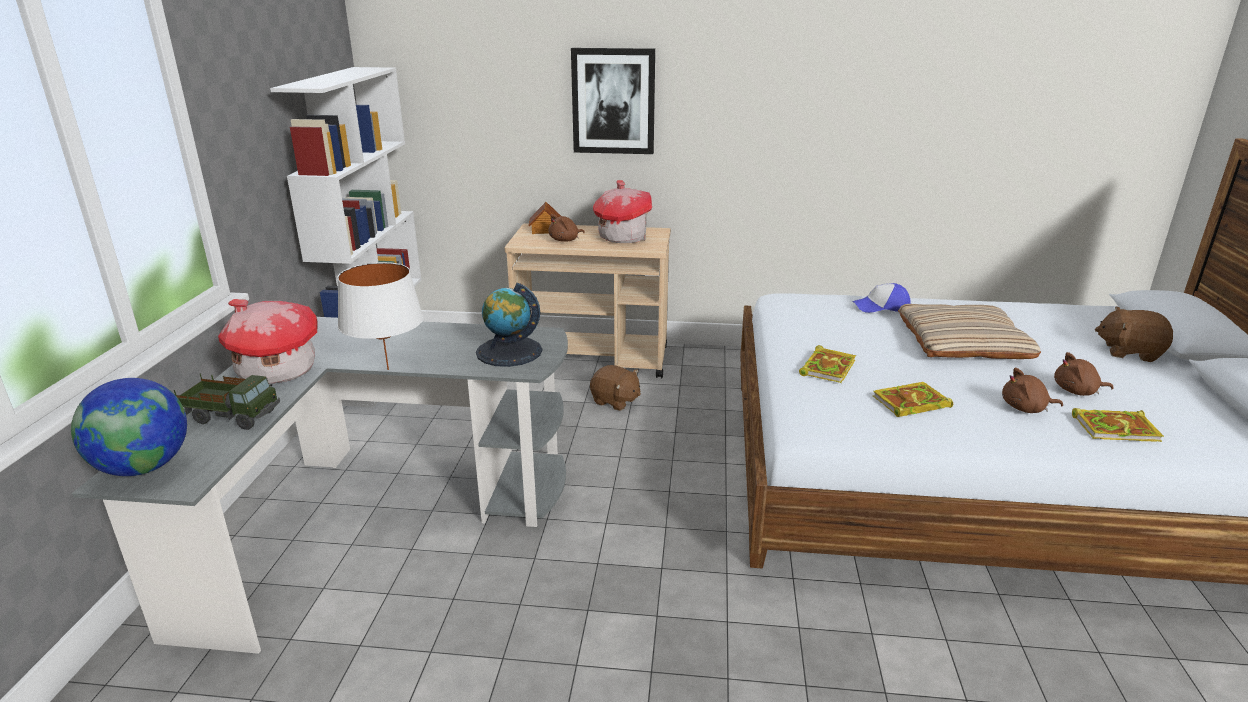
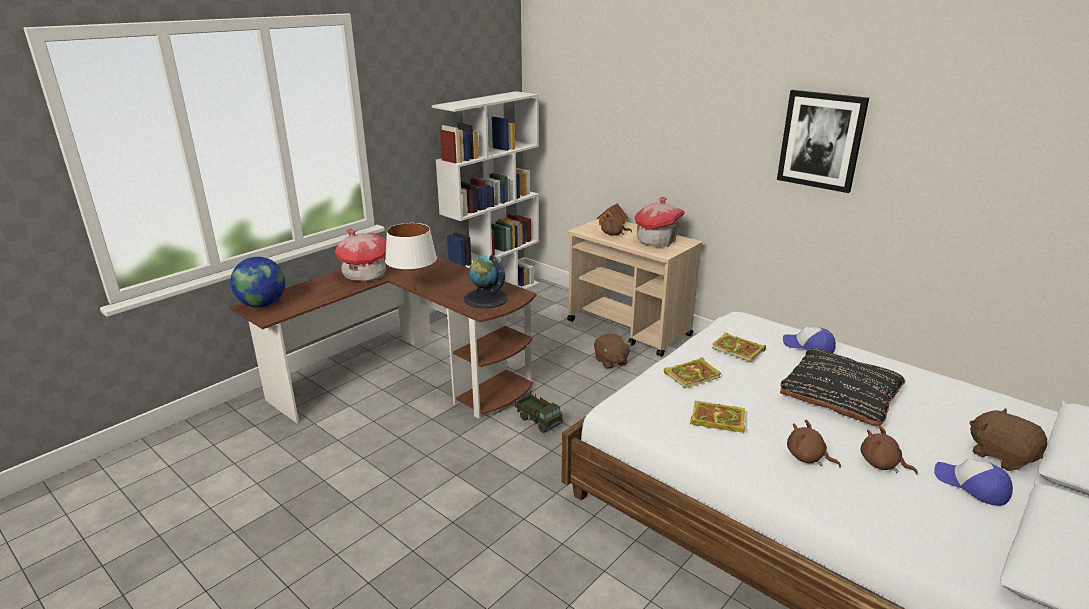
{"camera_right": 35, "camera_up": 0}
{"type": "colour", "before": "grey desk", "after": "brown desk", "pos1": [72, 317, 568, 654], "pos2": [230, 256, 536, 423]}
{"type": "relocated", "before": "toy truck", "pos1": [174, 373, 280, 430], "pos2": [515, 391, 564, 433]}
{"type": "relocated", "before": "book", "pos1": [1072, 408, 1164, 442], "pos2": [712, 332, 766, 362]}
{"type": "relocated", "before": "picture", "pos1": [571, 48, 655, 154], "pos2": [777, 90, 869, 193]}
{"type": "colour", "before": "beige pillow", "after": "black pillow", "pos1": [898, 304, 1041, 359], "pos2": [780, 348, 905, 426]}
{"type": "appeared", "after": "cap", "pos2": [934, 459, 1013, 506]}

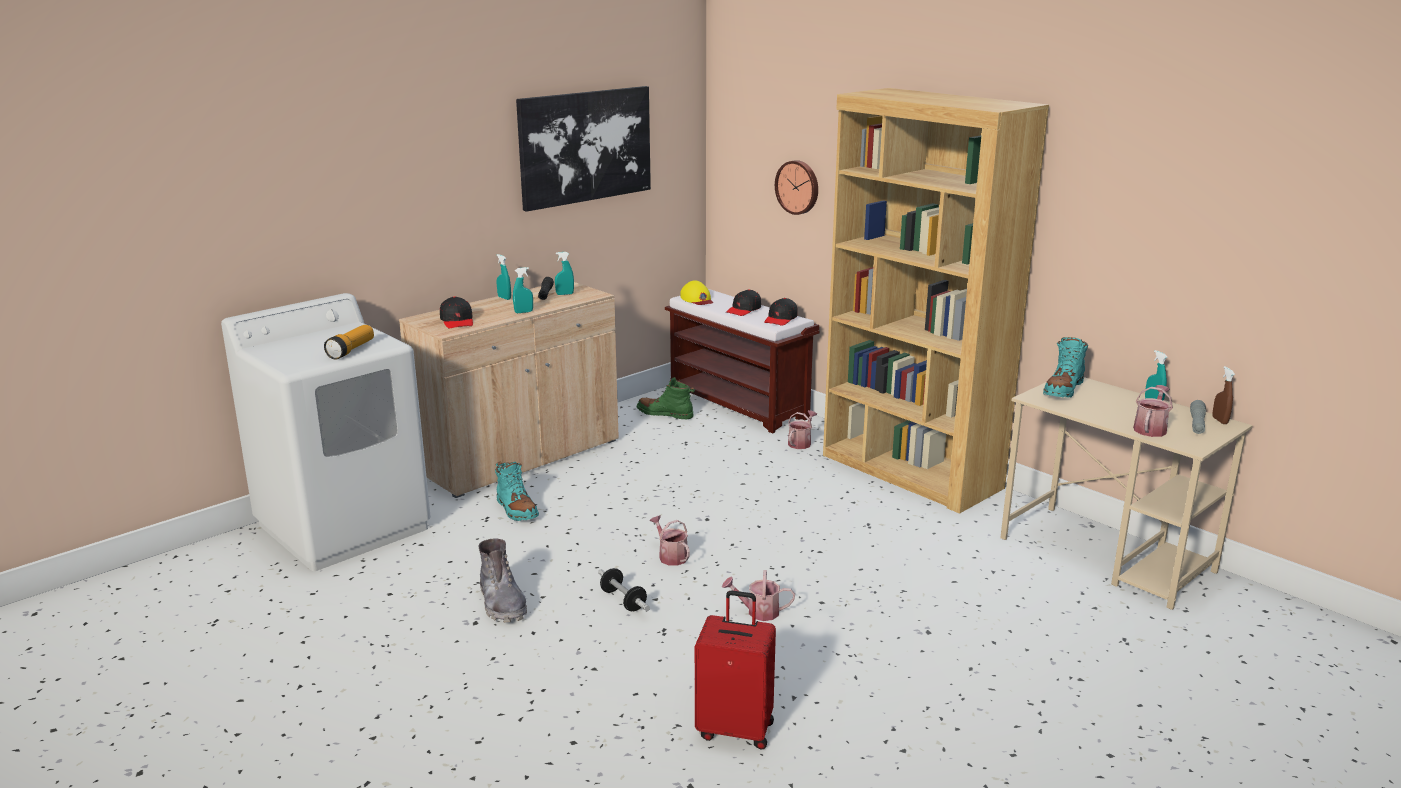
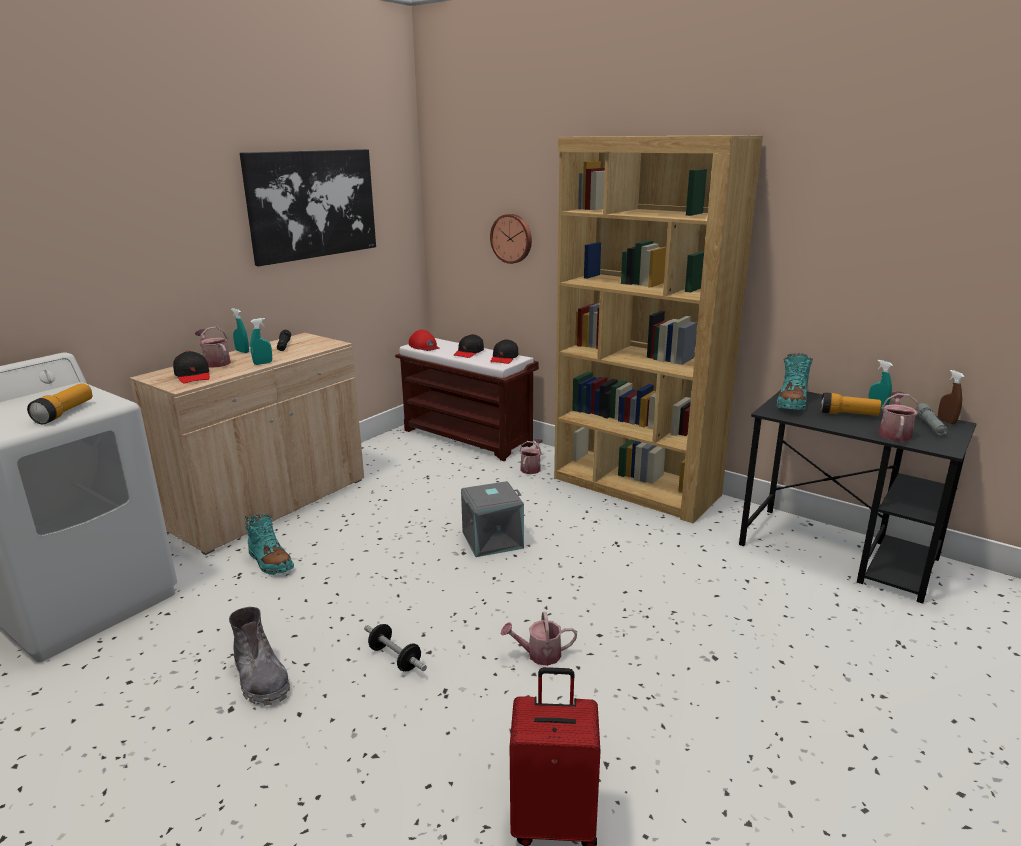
{"camera_right": -10, "camera_up": 0}
{"type": "relocated", "before": "watering can", "pos1": [650, 515, 690, 566], "pos2": [195, 326, 231, 368]}
{"type": "colour", "before": "yellow cap", "after": "red cap", "pos1": [680, 280, 713, 305], "pos2": [409, 330, 440, 351]}
{"type": "appeared", "after": "grey storage box", "pos2": [461, 481, 524, 557]}
{"type": "colour", "before": "beige desk", "after": "black desk", "pos1": [1000, 377, 1253, 610], "pos2": [739, 389, 977, 604]}
{"type": "appeared", "after": "flashlight", "pos2": [821, 392, 881, 416]}
{"type": "missing", "before": "turquoise spray bottle", "pos1": [555, 252, 574, 295]}
{"type": "missing", "before": "green boot", "pos1": [637, 377, 695, 419]}

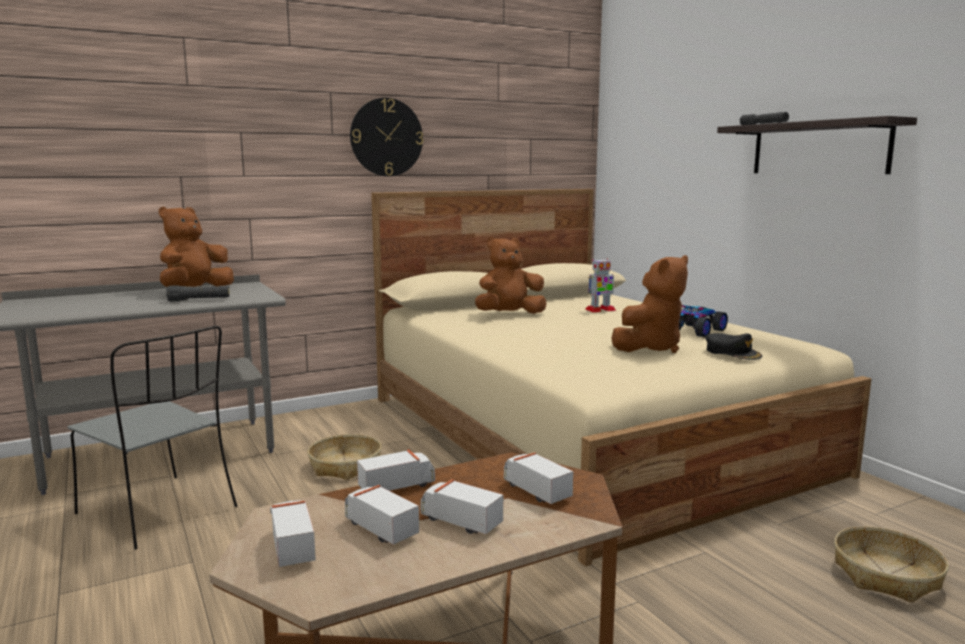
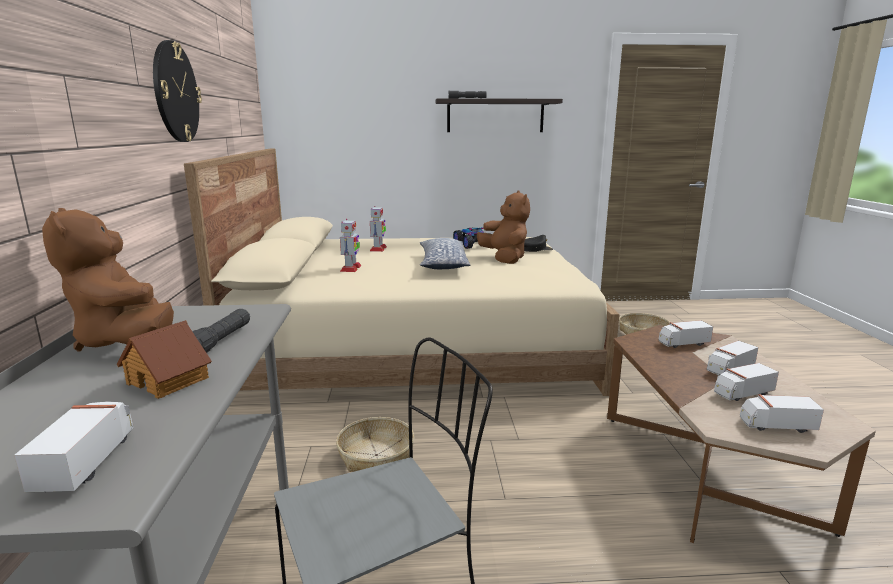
{"camera_right": -65, "camera_up": 5}
{"type": "relocated", "before": "toy truck", "pos1": [357, 450, 435, 491], "pos2": [14, 401, 134, 492]}
{"type": "appeared", "after": "toy house", "pos2": [117, 320, 212, 399]}
{"type": "exchanged", "before": "brown plush toy", "after": "toy robot", "pos1": [475, 237, 547, 314], "pos2": [340, 219, 361, 272]}
{"type": "appeared", "after": "pillow", "pos2": [420, 238, 471, 269]}

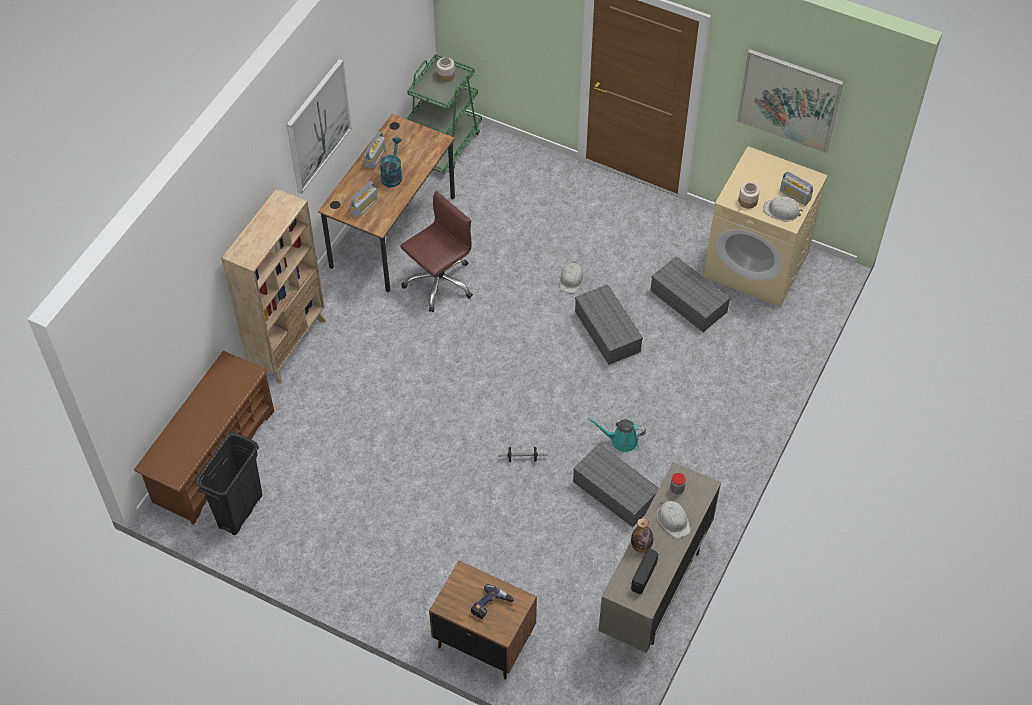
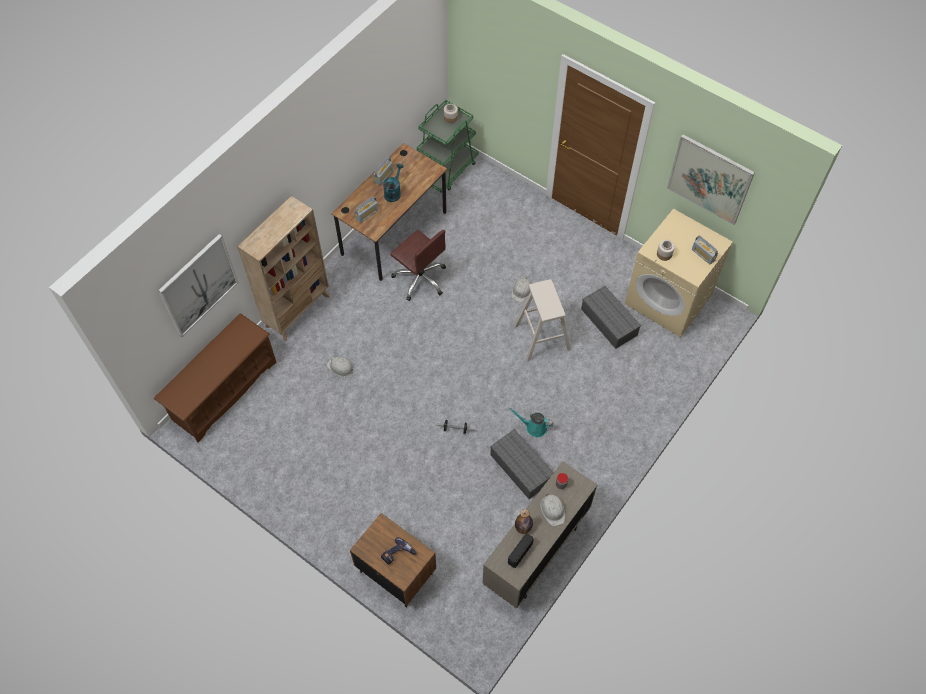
{"camera_right": 10, "camera_up": 5}
{"type": "relocated", "before": "picture", "pos1": [287, 59, 352, 193], "pos2": [158, 234, 238, 337]}
{"type": "relocated", "before": "white hard hat", "pos1": [763, 196, 803, 221], "pos2": [326, 357, 354, 377]}
{"type": "spun", "before": "brown office chair", "pos1": [400, 191, 473, 312], "pos2": [390, 230, 446, 301], "turn": 75}
{"type": "exchanged", "before": "grey storage box", "after": "beige stool", "pos1": [575, 284, 643, 365], "pos2": [514, 279, 571, 361]}
{"type": "missing", "before": "black trash can", "pos1": [195, 432, 263, 535]}

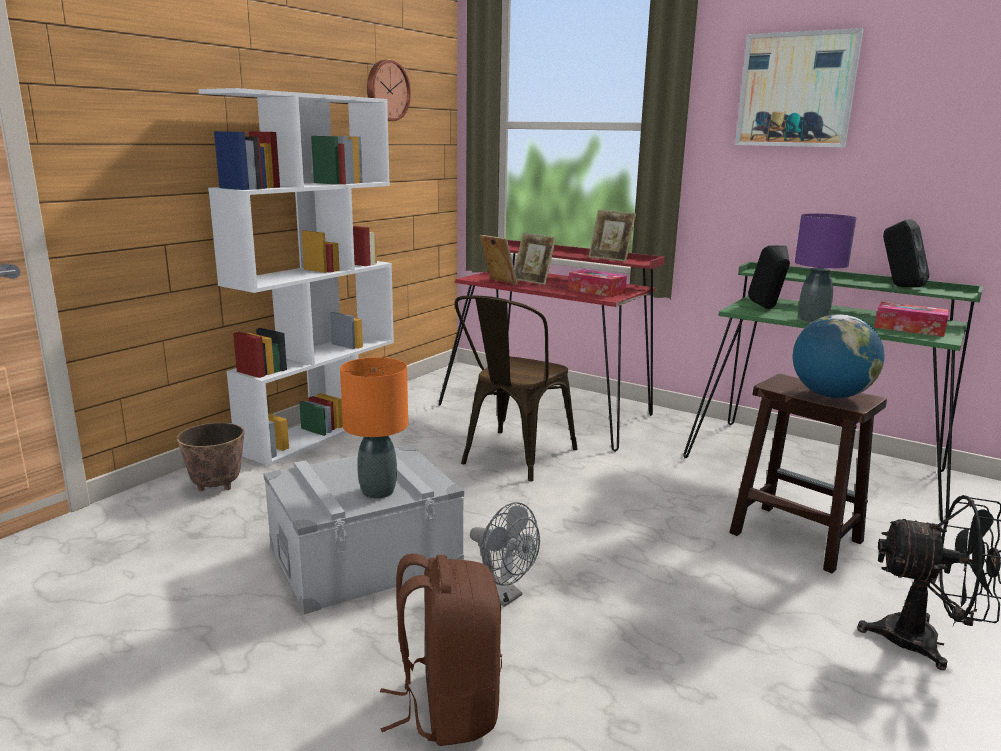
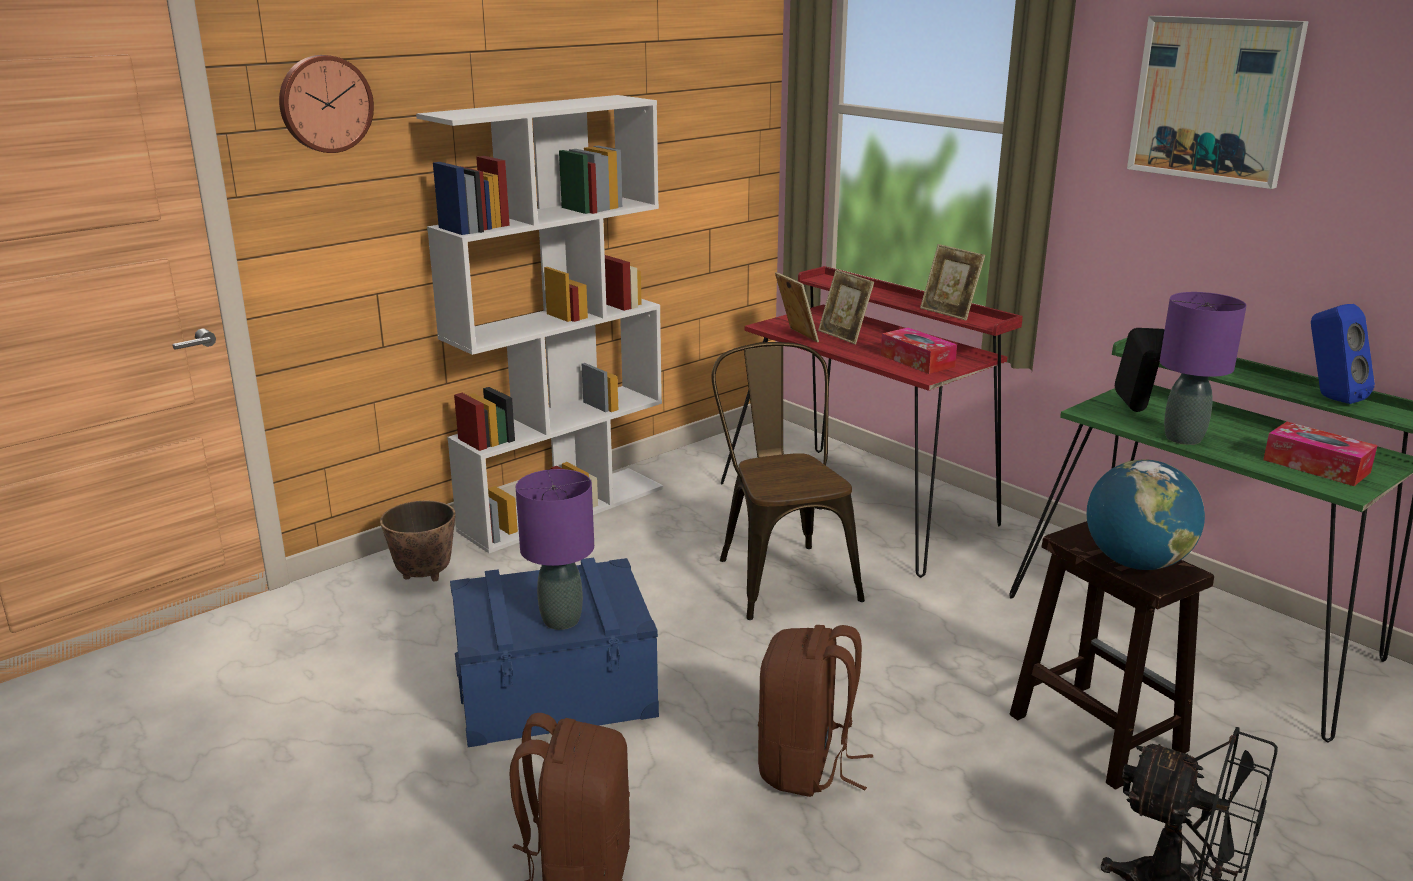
{"camera_right": 15, "camera_up": 5}
{"type": "relocated", "before": "wall clock", "pos1": [367, 60, 411, 121], "pos2": [279, 55, 374, 153]}
{"type": "colour", "before": "grey storage box", "after": "blue storage box", "pos1": [263, 445, 464, 614], "pos2": [450, 558, 659, 747]}
{"type": "colour", "before": "orange table lamp", "after": "purple table lamp", "pos1": [340, 357, 408, 499], "pos2": [516, 469, 594, 630]}
{"type": "spun", "before": "brown chair", "pos1": [455, 295, 578, 482], "pos2": [712, 342, 865, 620], "turn": 120}
{"type": "appeared", "after": "brown backpack", "pos2": [758, 625, 873, 797]}
{"type": "colour", "before": "black speaker", "after": "blue speaker", "pos1": [883, 219, 930, 287], "pos2": [1311, 304, 1375, 404]}
{"type": "missing", "before": "grey fan", "pos1": [470, 502, 540, 607]}

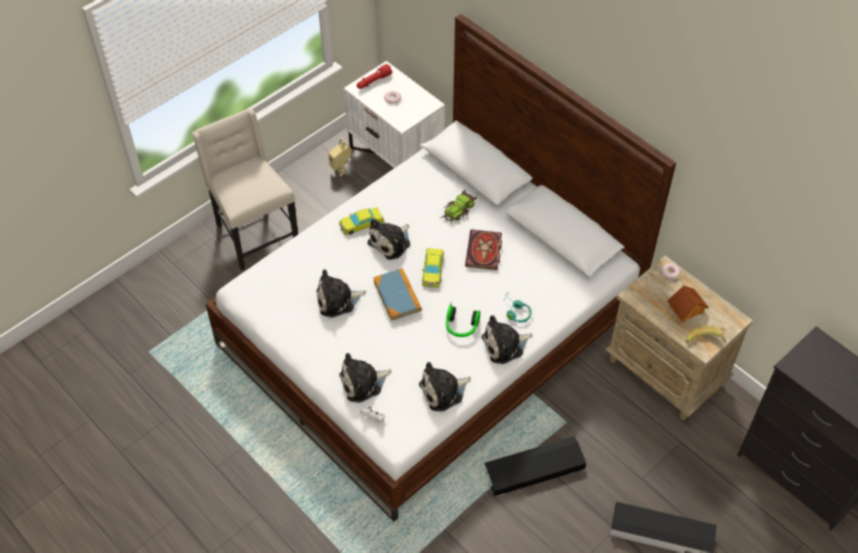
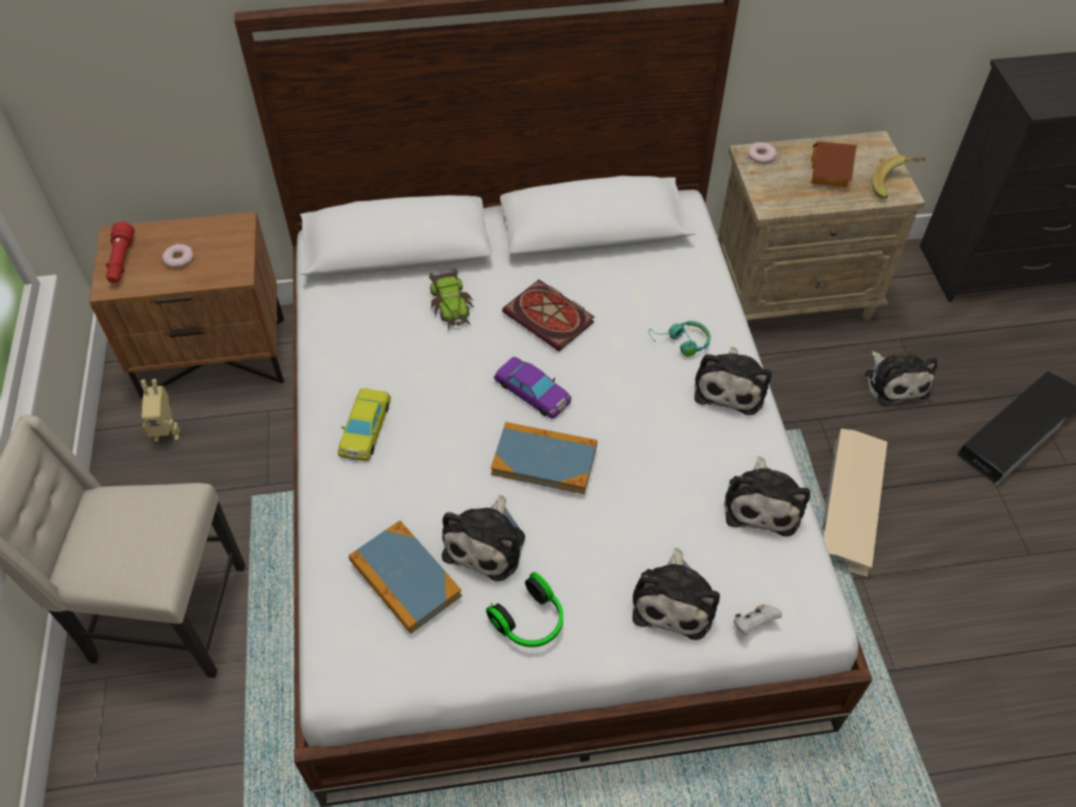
{"camera_right": -55, "camera_up": 0}
{"type": "colour", "before": "white nightstand", "after": "brown nightstand", "pos1": [344, 61, 445, 168], "pos2": [89, 212, 284, 399]}
{"type": "appeared", "after": "book", "pos2": [349, 521, 462, 634]}
{"type": "relocated", "before": "headphones", "pos1": [446, 305, 480, 337], "pos2": [486, 572, 563, 647]}
{"type": "colour", "before": "yellow toy car", "after": "purple toy car", "pos1": [422, 248, 444, 287], "pos2": [494, 357, 571, 419]}
{"type": "colour", "before": "black storage box", "after": "beige storage box", "pos1": [484, 436, 586, 497], "pos2": [822, 429, 887, 577]}
{"type": "relocated", "before": "plush toy", "pos1": [367, 219, 410, 260], "pos2": [865, 351, 937, 406]}

